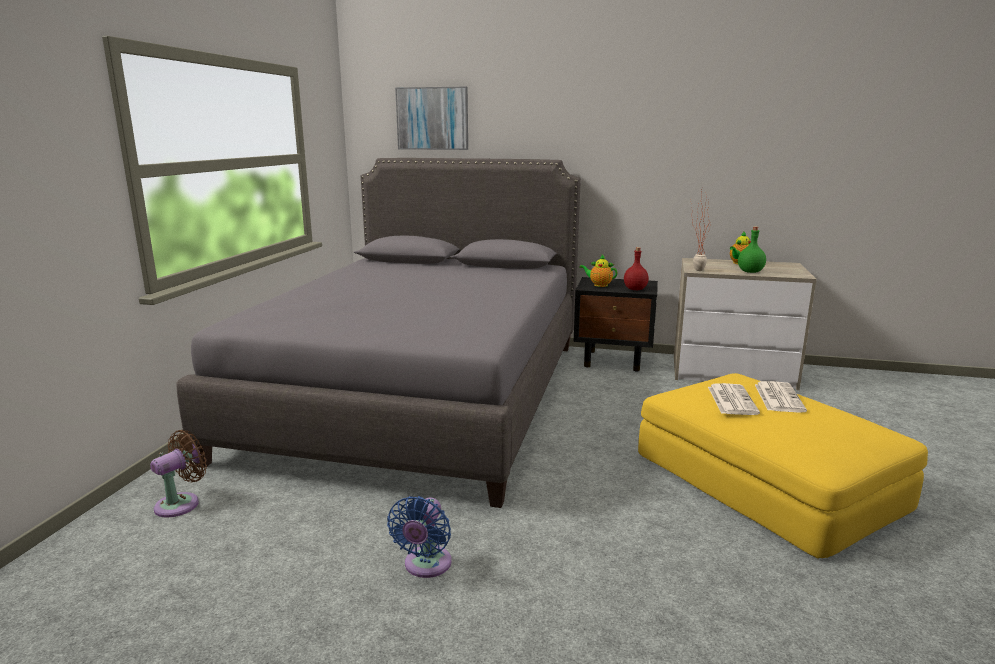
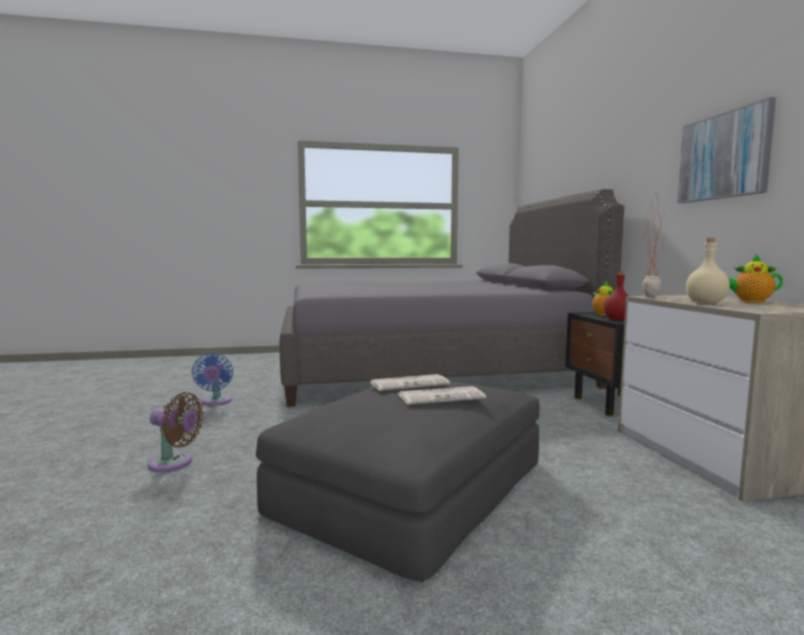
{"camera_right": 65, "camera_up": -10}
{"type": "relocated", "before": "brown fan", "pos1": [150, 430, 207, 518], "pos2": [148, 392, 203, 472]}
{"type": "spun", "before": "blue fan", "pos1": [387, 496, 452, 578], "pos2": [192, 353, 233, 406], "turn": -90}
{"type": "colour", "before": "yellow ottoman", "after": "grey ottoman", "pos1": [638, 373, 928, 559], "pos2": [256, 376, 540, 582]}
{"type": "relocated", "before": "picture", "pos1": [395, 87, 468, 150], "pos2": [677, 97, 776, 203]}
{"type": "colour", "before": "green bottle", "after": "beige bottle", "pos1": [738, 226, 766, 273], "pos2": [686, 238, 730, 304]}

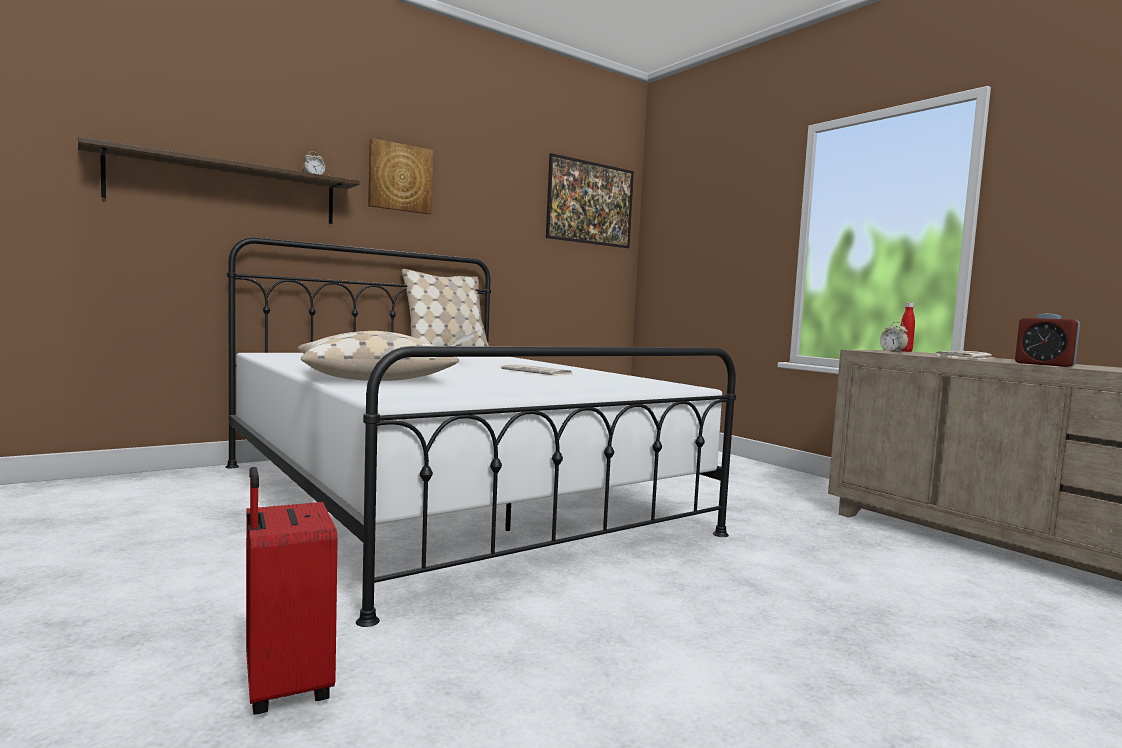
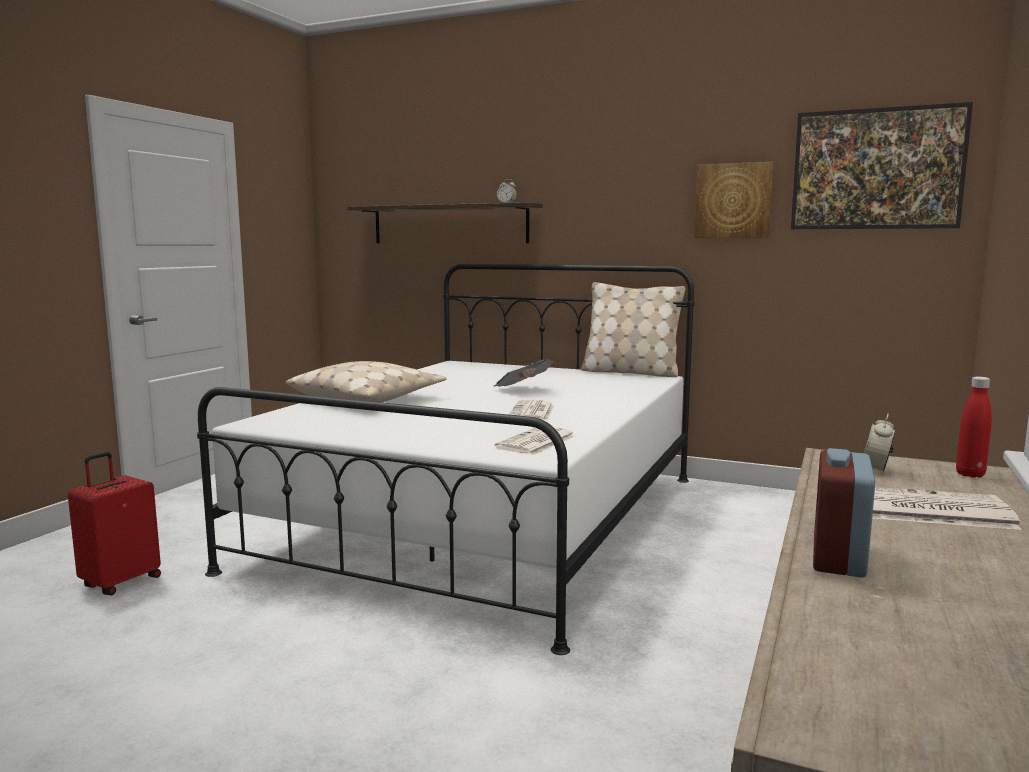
{"camera_right": 60, "camera_up": 5}
{"type": "appeared", "after": "newspaper", "pos2": [495, 427, 575, 455]}
{"type": "relocated", "before": "picture", "pos1": [368, 138, 433, 214], "pos2": [694, 162, 774, 238]}

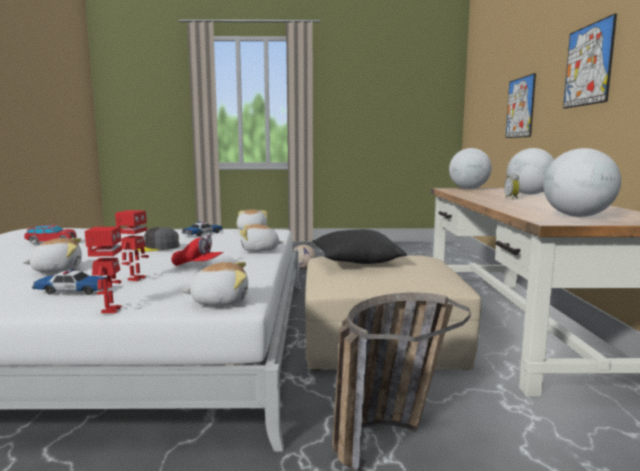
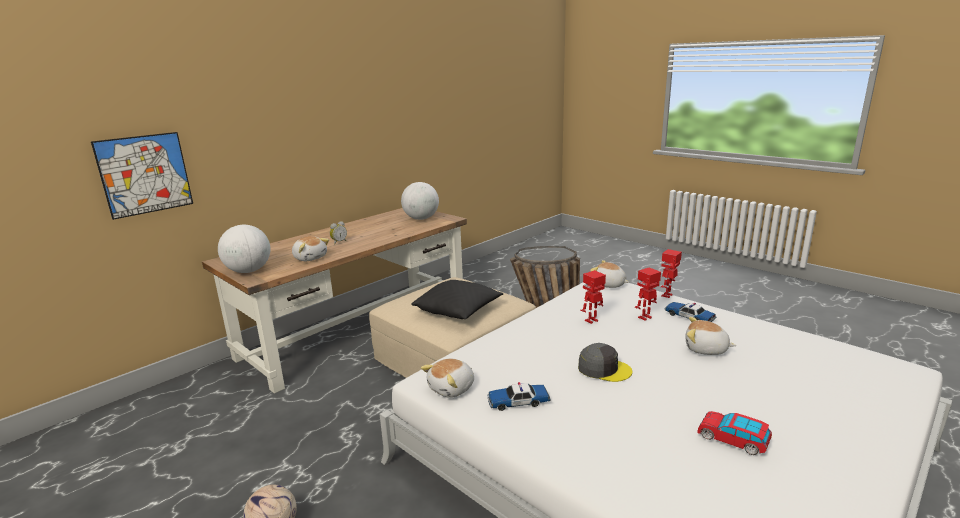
{"camera_right": -135, "camera_up": 10}
{"type": "relocated", "before": "plush toy", "pos1": [239, 224, 284, 252], "pos2": [292, 236, 329, 261]}
{"type": "exchanged", "before": "red cap", "after": "toy robot", "pos1": [172, 235, 224, 266], "pos2": [581, 270, 606, 324]}
{"type": "missing", "before": "globe", "pos1": [507, 148, 554, 194]}
{"type": "missing", "before": "picture", "pos1": [563, 13, 617, 109]}

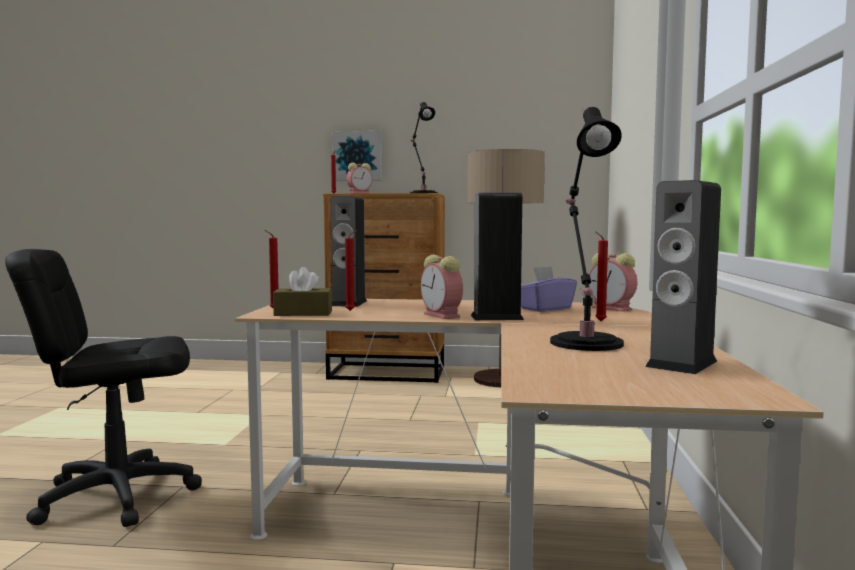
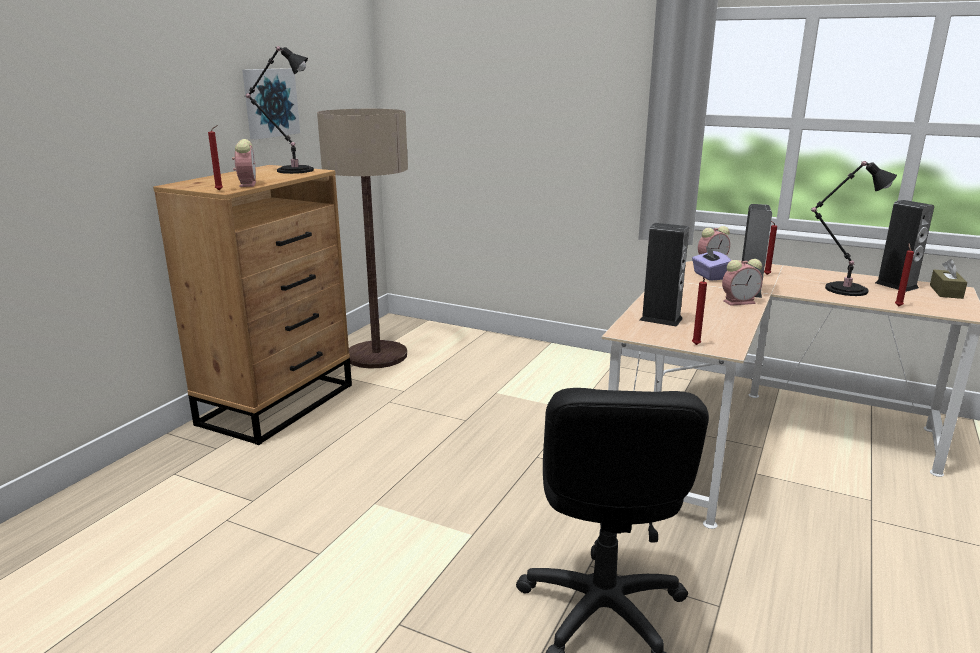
{"camera_right": -70, "camera_up": 15}
{"type": "relocated", "before": "picture", "pos1": [332, 131, 382, 181], "pos2": [242, 68, 300, 140]}
{"type": "relocated", "before": "red candle", "pos1": [345, 230, 358, 311], "pos2": [895, 243, 914, 307]}
{"type": "relocated", "before": "brown tissue box", "pos1": [273, 267, 332, 316], "pos2": [930, 259, 968, 299]}

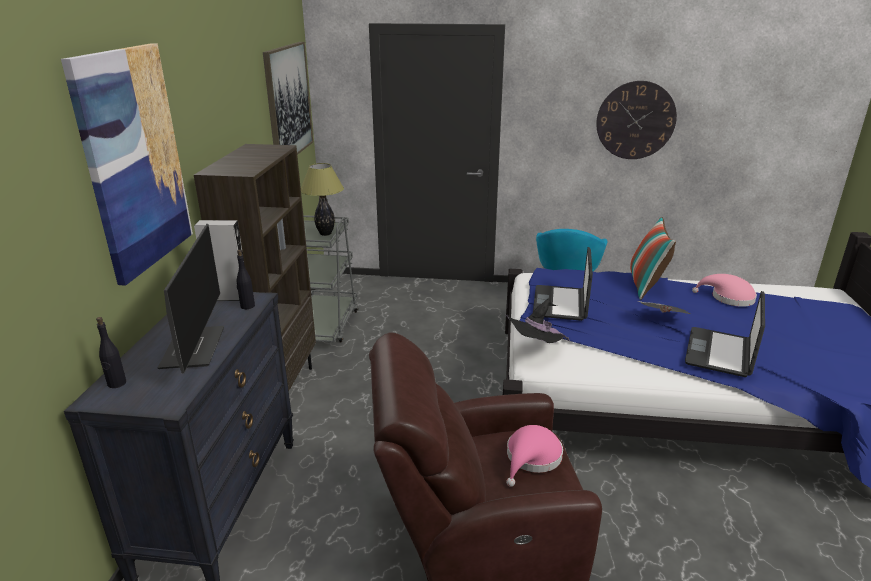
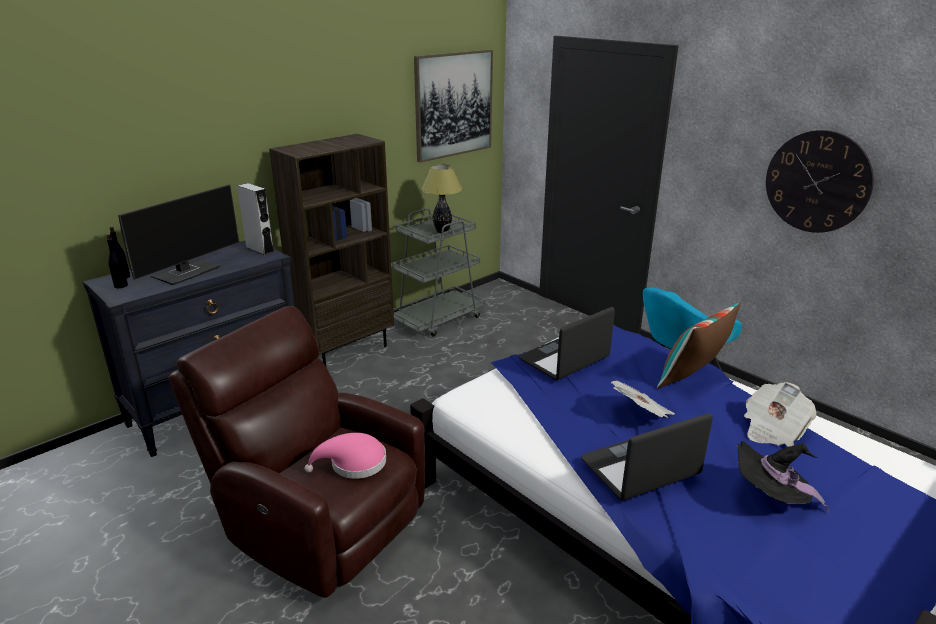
{"camera_right": 40, "camera_up": 0}
{"type": "relocated", "before": "black bottle", "pos1": [237, 250, 255, 309], "pos2": [106, 234, 128, 288]}
{"type": "relocated", "before": "black hat", "pos1": [506, 298, 570, 343], "pos2": [737, 441, 829, 513]}
{"type": "exchanged", "before": "pink hat", "after": "newspaper", "pos1": [692, 274, 757, 307], "pos2": [744, 382, 816, 447]}
{"type": "missing", "before": "picture", "pos1": [61, 44, 193, 286]}

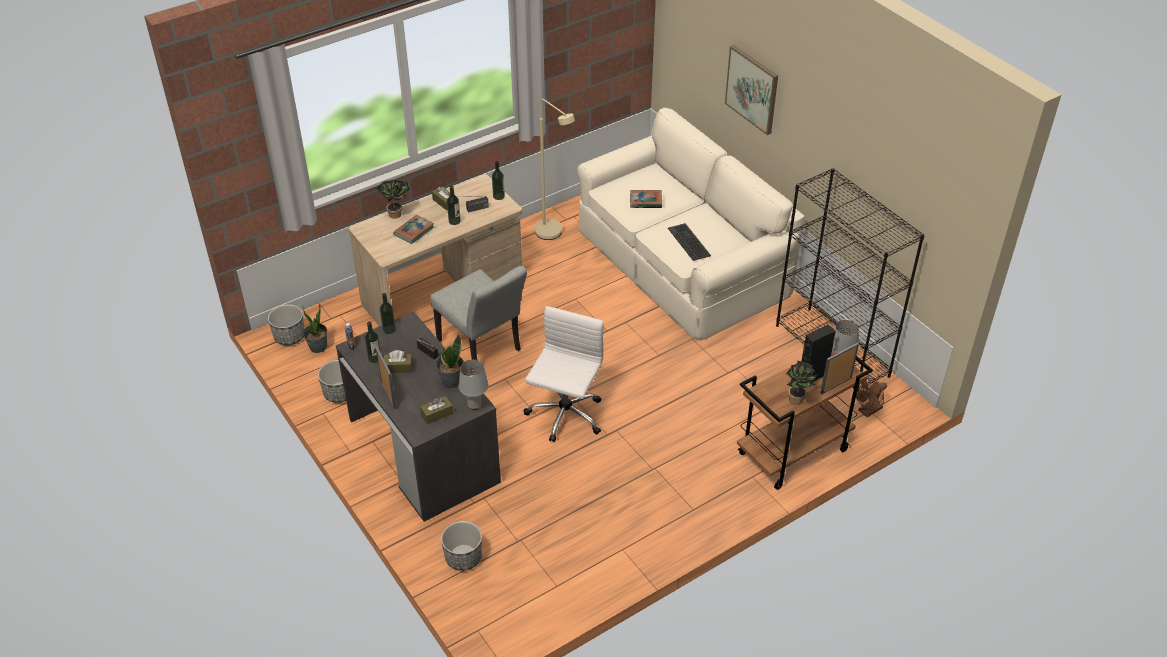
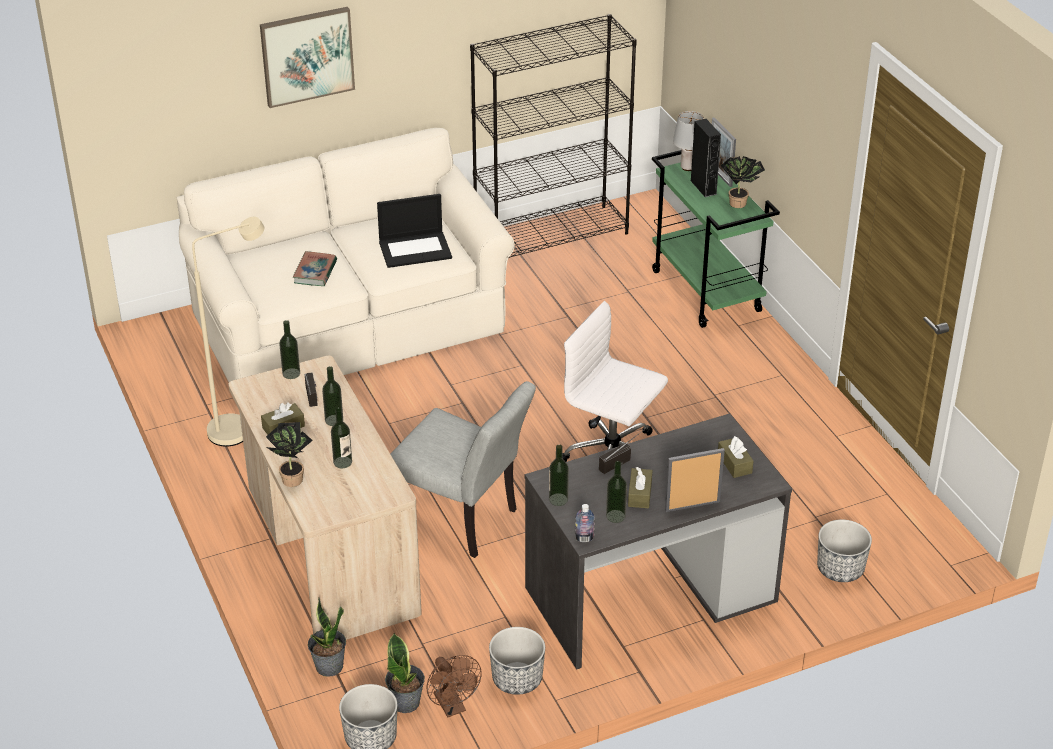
{"camera_right": -80, "camera_up": -5}
{"type": "relocated", "before": "potted plant", "pos1": [436, 335, 463, 388], "pos2": [308, 597, 346, 677]}
{"type": "exchanged", "before": "book", "after": "bottle", "pos1": [393, 215, 434, 244], "pos2": [331, 408, 352, 468]}
{"type": "exchanged", "before": "keyboard", "after": "laptop", "pos1": [668, 223, 711, 261], "pos2": [377, 194, 452, 268]}
{"type": "spun", "before": "grey chair", "pos1": [430, 266, 527, 360], "pos2": [391, 381, 536, 558], "turn": 60}
{"type": "relocated", "before": "brown fan", "pos1": [856, 375, 887, 417], "pos2": [426, 655, 482, 717]}
{"type": "colour", "before": "brown cart", "after": "green cart", "pos1": [737, 350, 873, 490], "pos2": [652, 150, 780, 328]}
{"type": "missing", "before": "grey table lamp", "pos1": [458, 360, 488, 410]}

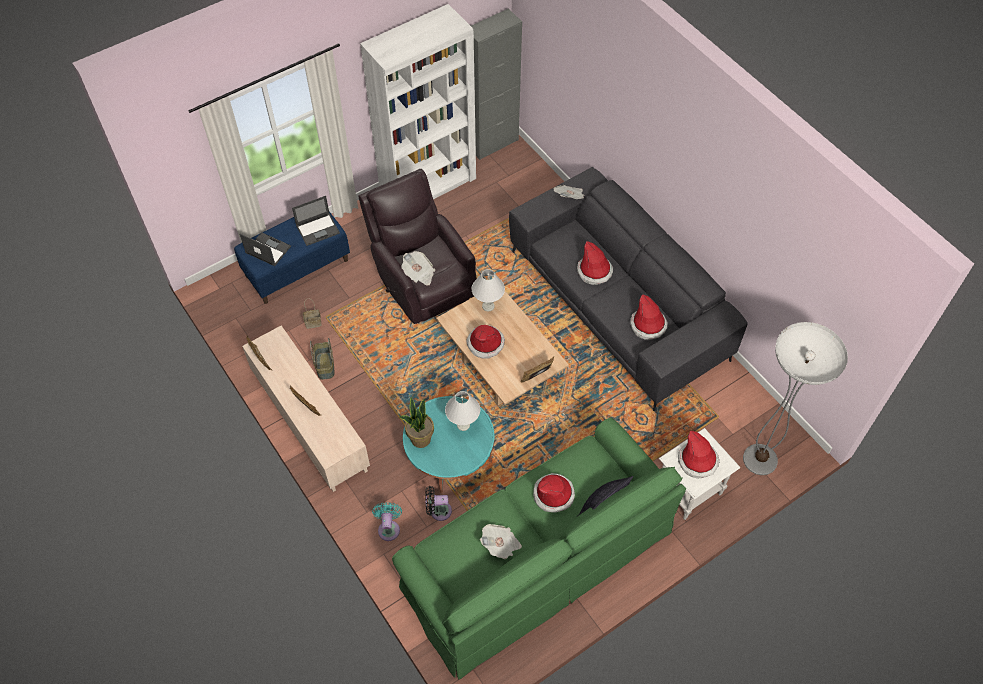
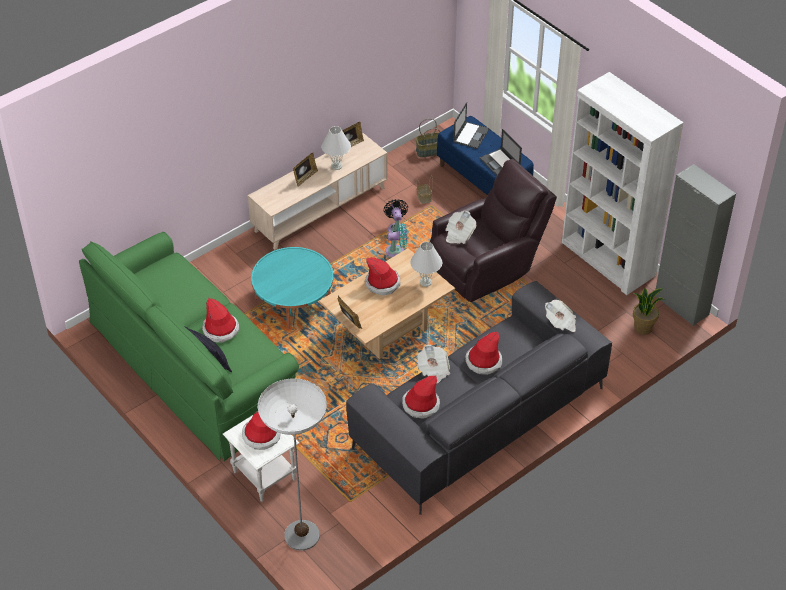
{"camera_right": 85, "camera_up": -10}
{"type": "relocated", "before": "white table lamp", "pos1": [445, 391, 480, 431], "pos2": [321, 126, 351, 170]}
{"type": "relocated", "before": "black fan", "pos1": [425, 486, 452, 521], "pos2": [384, 199, 408, 235]}
{"type": "relocated", "before": "turquoise fan", "pos1": [372, 502, 402, 541], "pos2": [385, 223, 408, 257]}
{"type": "relocated", "before": "basket", "pos1": [310, 338, 334, 380], "pos2": [416, 118, 440, 157]}
{"type": "relocated", "before": "newspaper", "pos1": [480, 524, 522, 559], "pos2": [417, 344, 450, 383]}
{"type": "relocated", "before": "potted plant", "pos1": [399, 397, 434, 448], "pos2": [633, 288, 665, 335]}

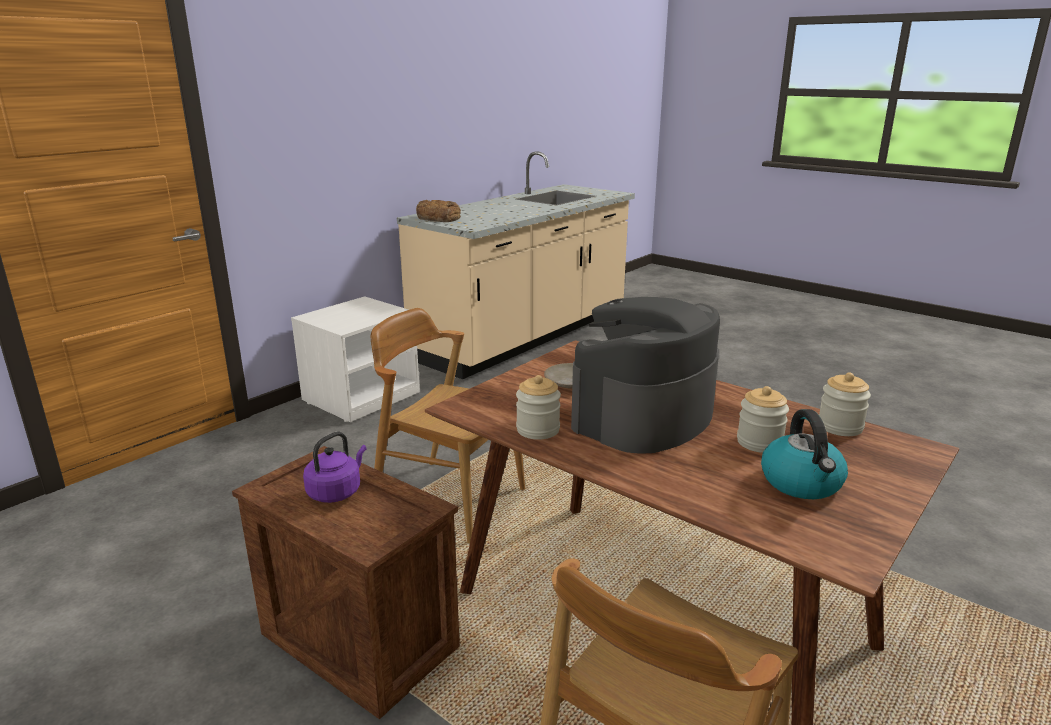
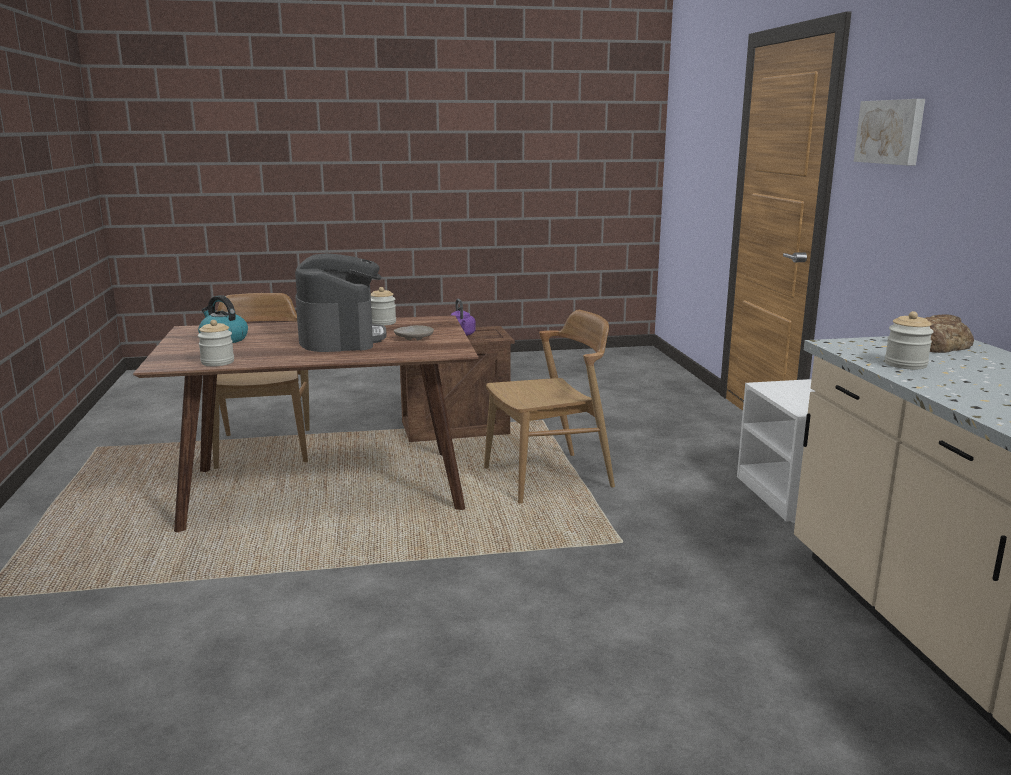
{"camera_right": 130, "camera_up": -5}
{"type": "appeared", "after": "picture", "pos2": [854, 99, 925, 165]}
{"type": "relocated", "before": "jar", "pos1": [737, 386, 789, 453], "pos2": [885, 311, 934, 370]}

